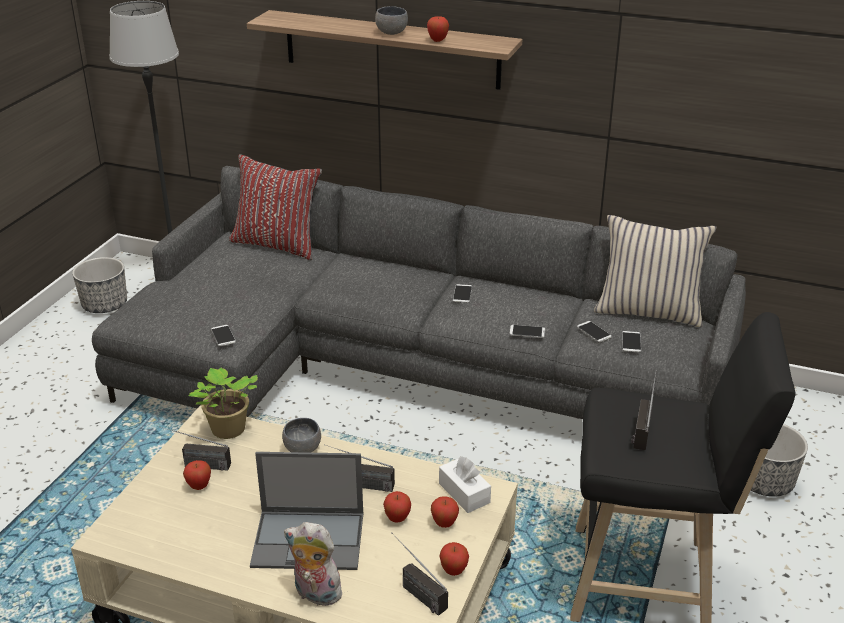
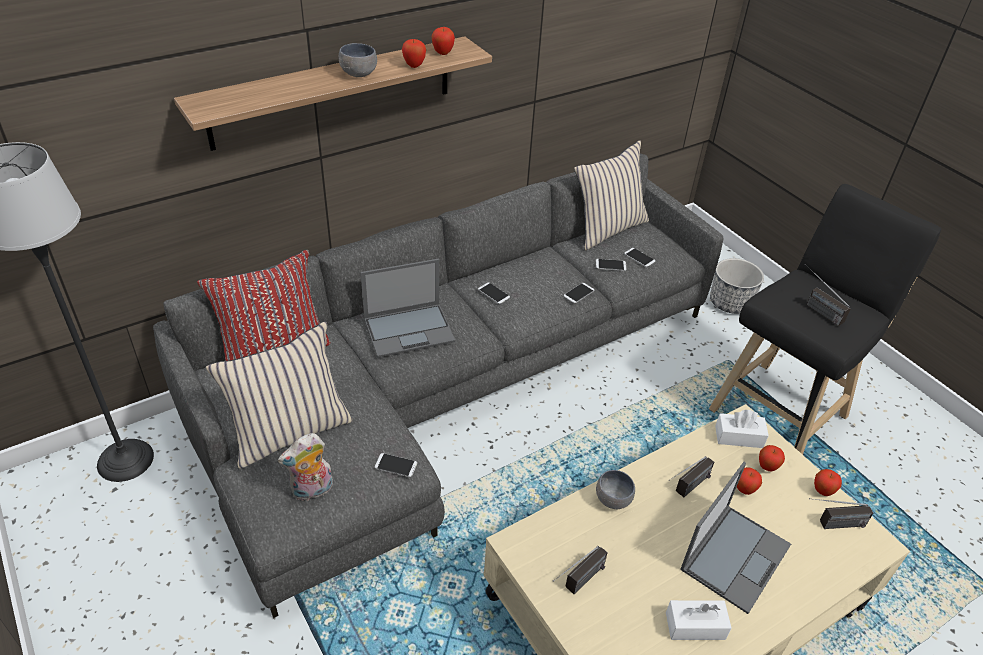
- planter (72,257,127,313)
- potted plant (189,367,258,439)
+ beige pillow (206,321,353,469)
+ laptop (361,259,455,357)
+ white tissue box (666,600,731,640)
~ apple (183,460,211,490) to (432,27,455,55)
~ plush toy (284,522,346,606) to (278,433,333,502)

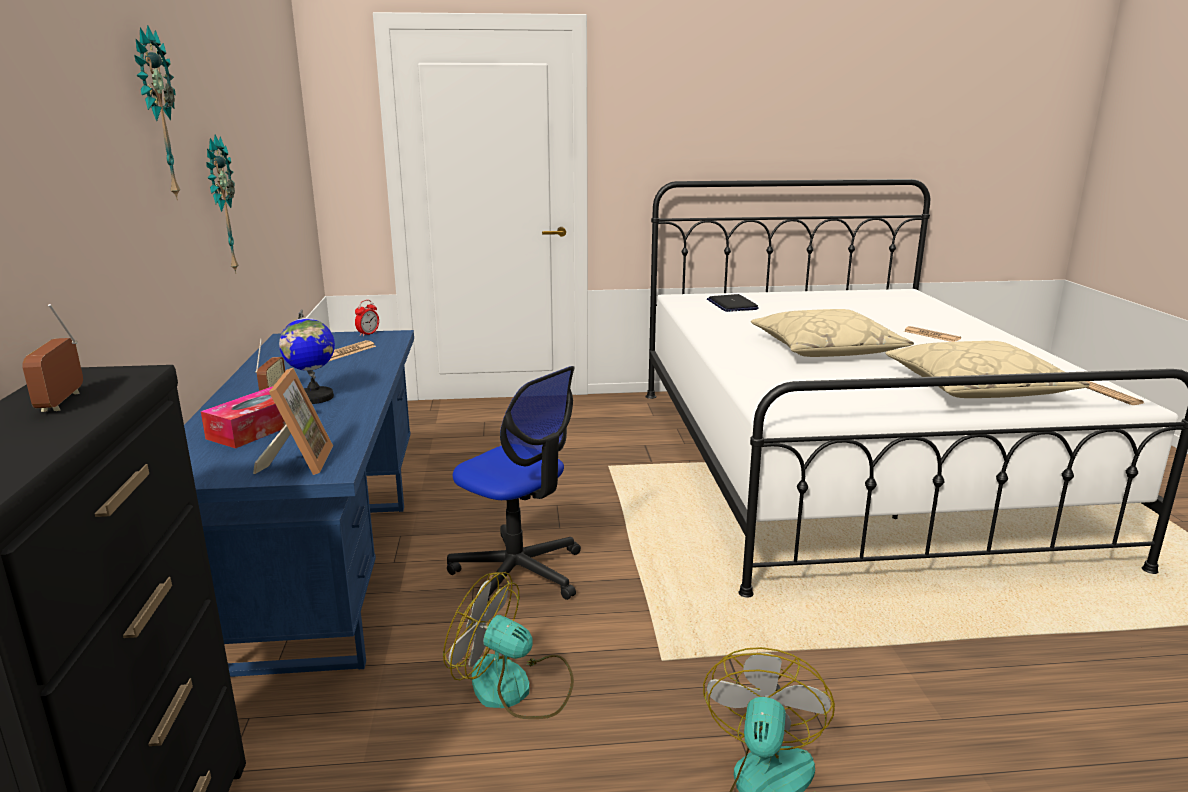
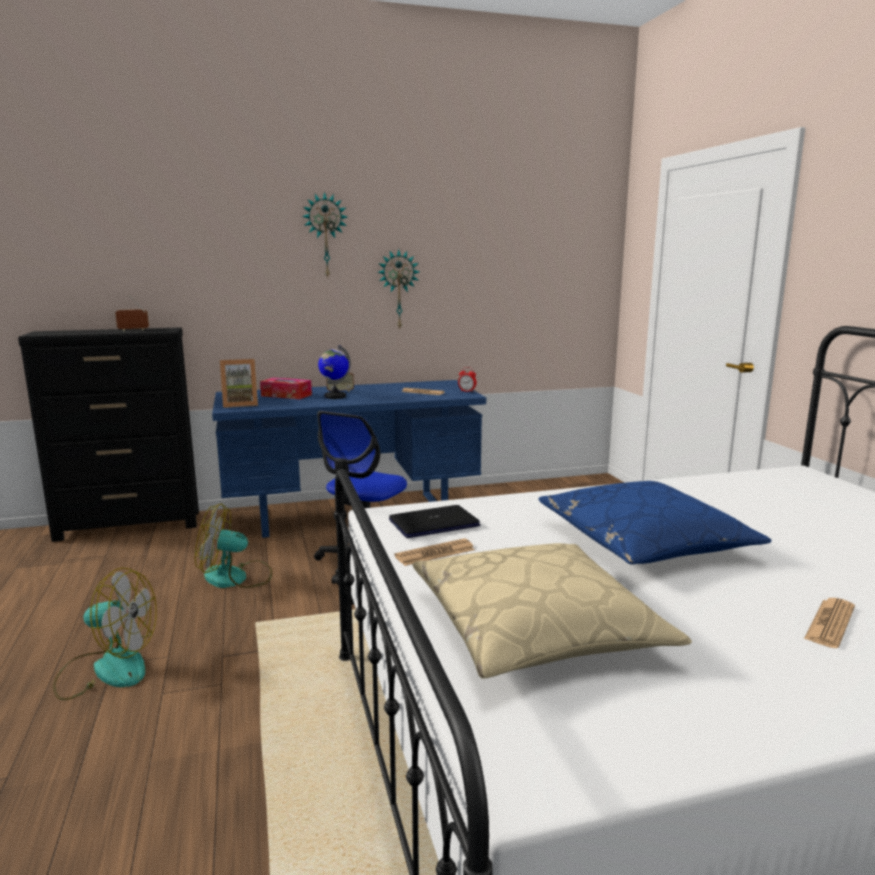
~ laptop (707,294,759,312) to (389,505,481,538)
~ newspaper (1085,381,1144,405) to (395,539,475,566)
~ beige pillow (751,309,914,357) to blue pillow (538,481,772,564)
~ fan (443,572,574,719) = (195,504,272,588) 105 degrees counterclockwise

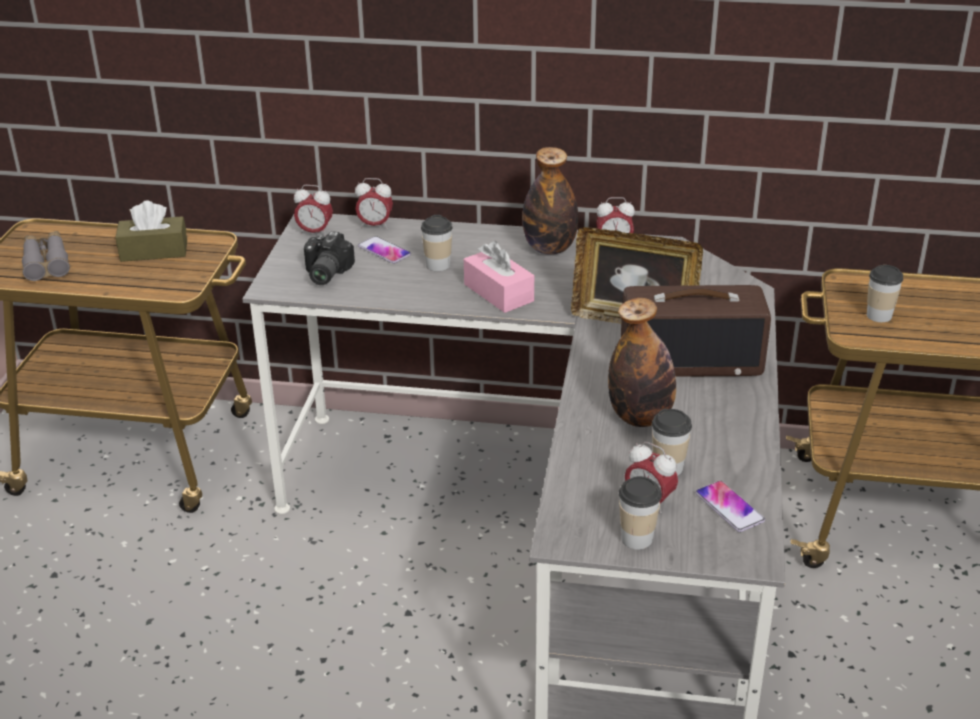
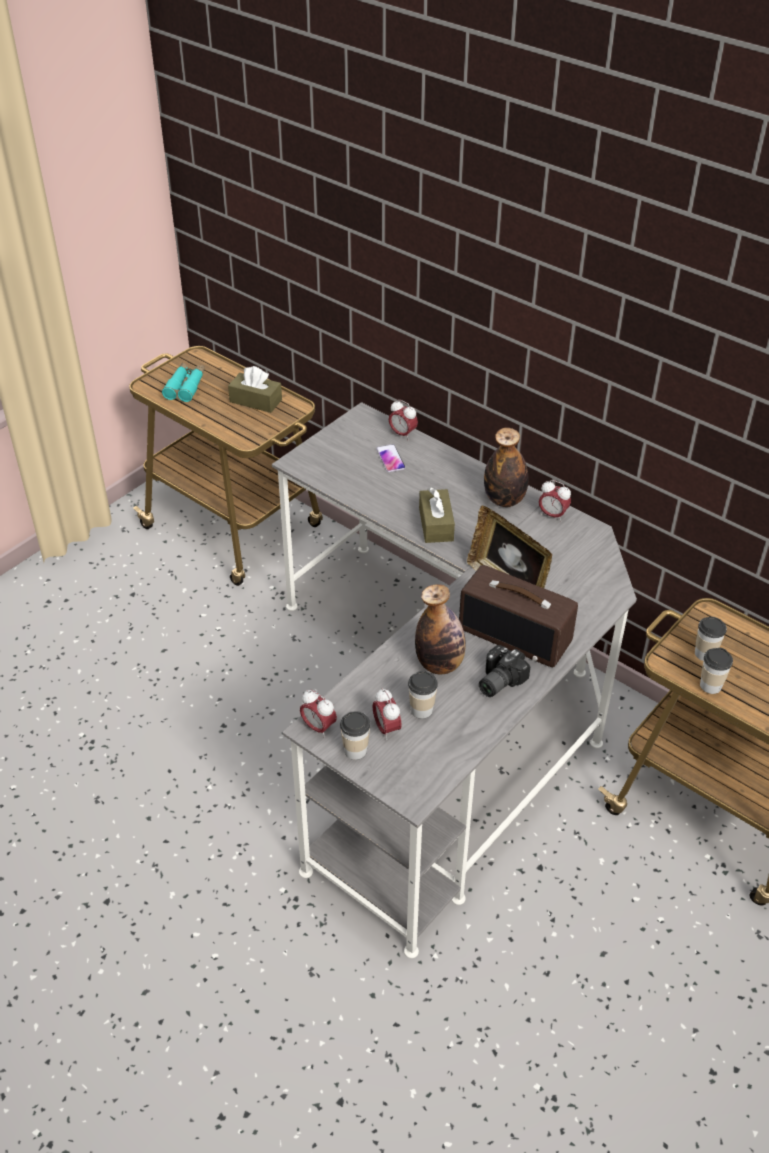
- phone (695,481,765,532)
~ alarm clock (294,185,333,235) to (300,690,337,738)
~ photo camera (304,231,355,285) to (479,645,530,697)
~ cup (421,215,452,271) to (700,648,733,694)
~ grey binoculars (22,231,70,281) to turquoise binoculars (162,363,205,402)
~ pink tissue box (464,241,534,313) to brown tissue box (419,487,455,543)

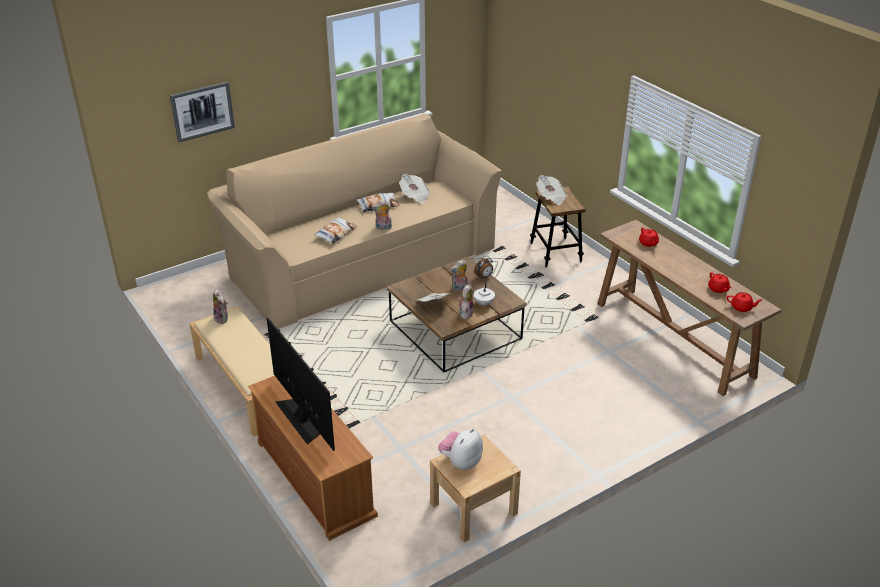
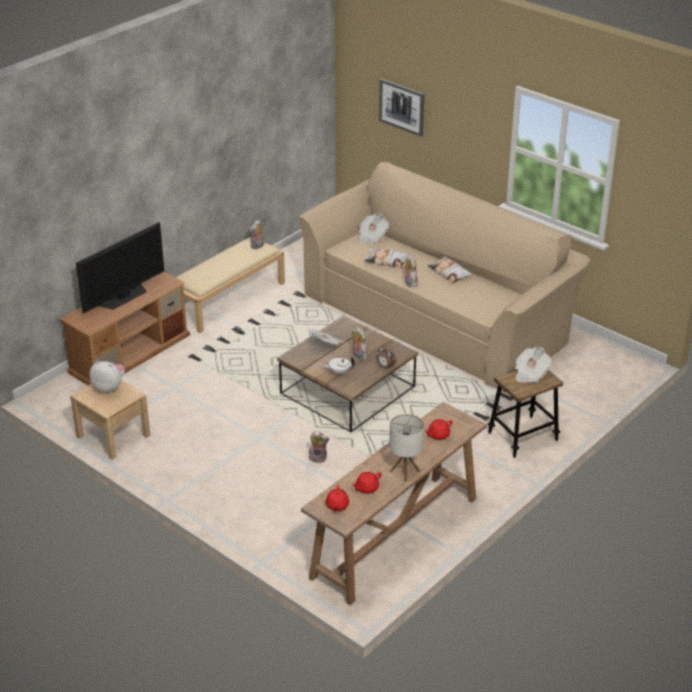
+ table lamp (389,414,424,482)
~ newspaper (399,174,431,203) to (359,214,389,243)
~ plush toy (458,284,474,319) to (309,431,330,463)

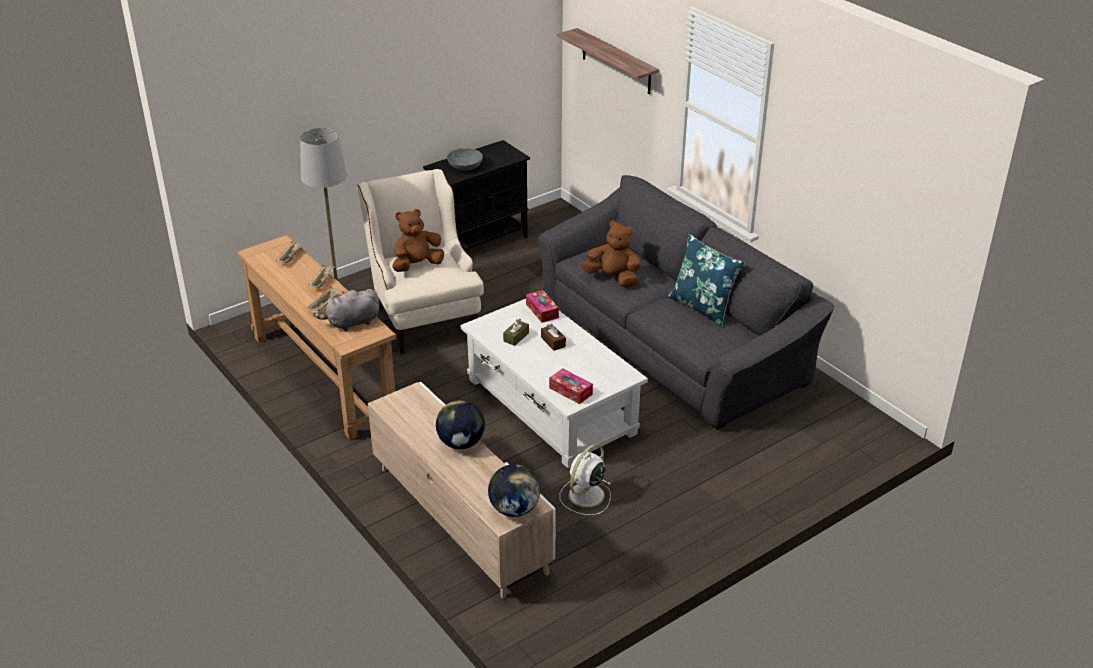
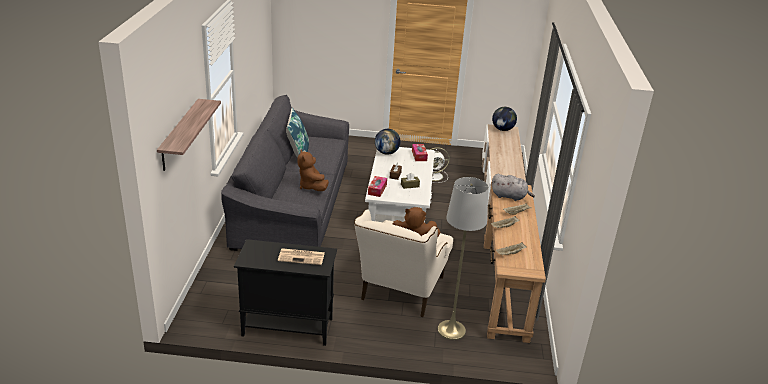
~ globe (436,400,485,449) to (375,129,401,155)
~ grey bowl (447,148,483,171) to newspaper (278,248,325,265)

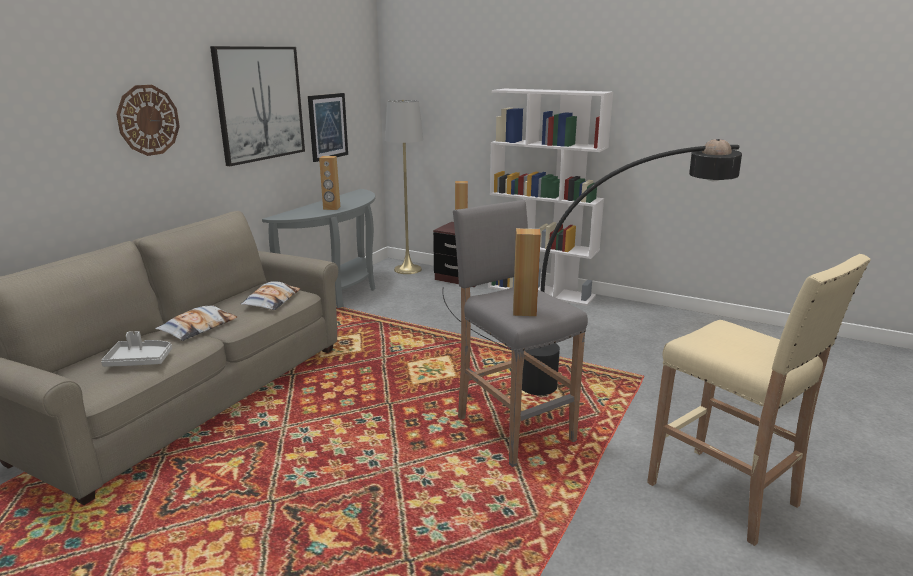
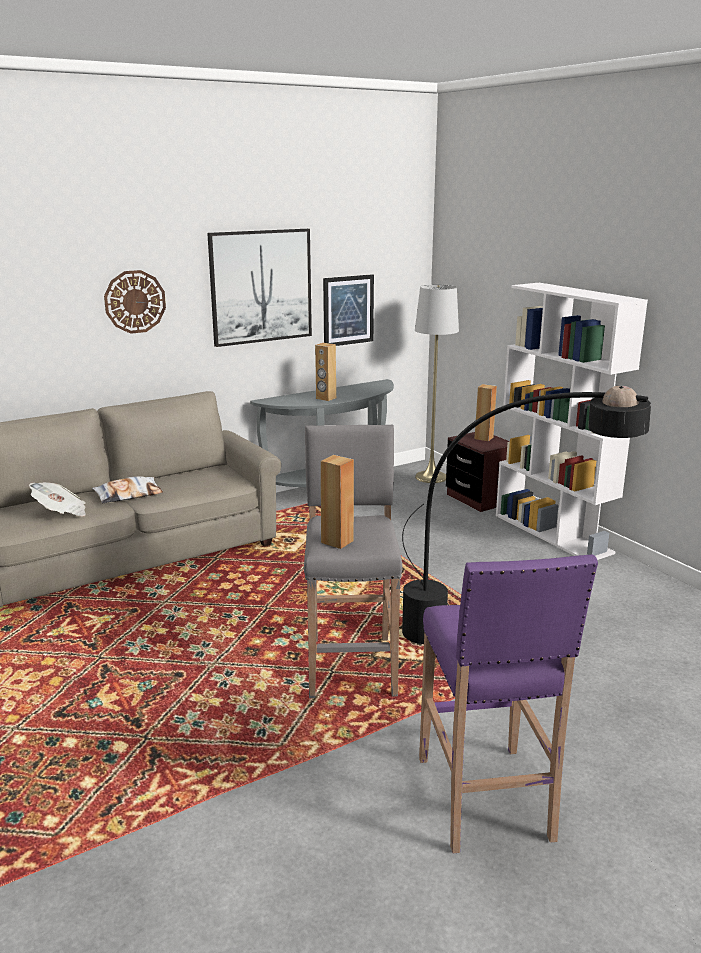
- pillow (241,281,301,310)
~ grey tray (101,331,172,367) to newspaper (29,482,86,516)
~ beige stool (647,254,871,546) to purple stool (419,554,598,853)

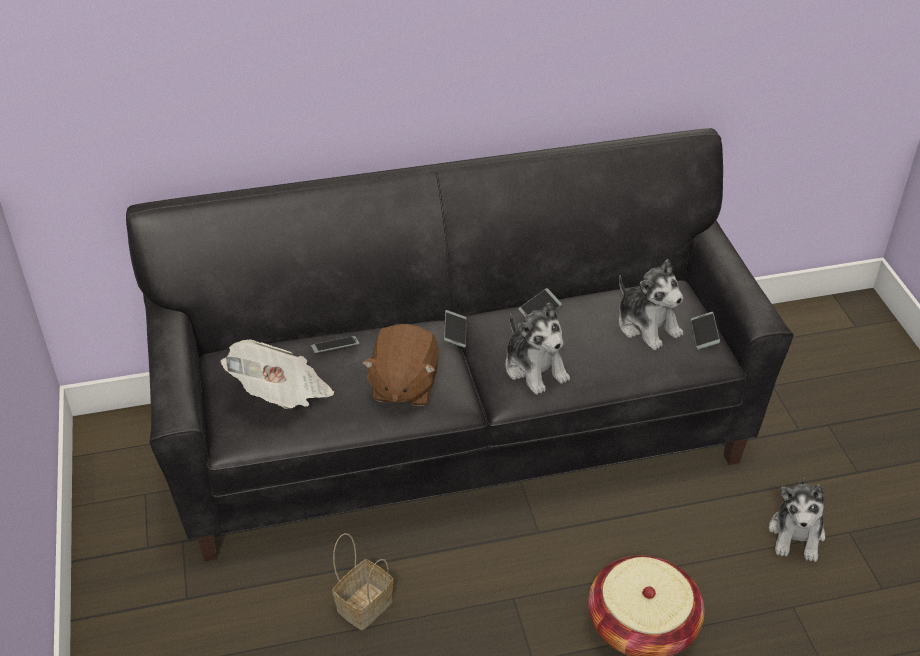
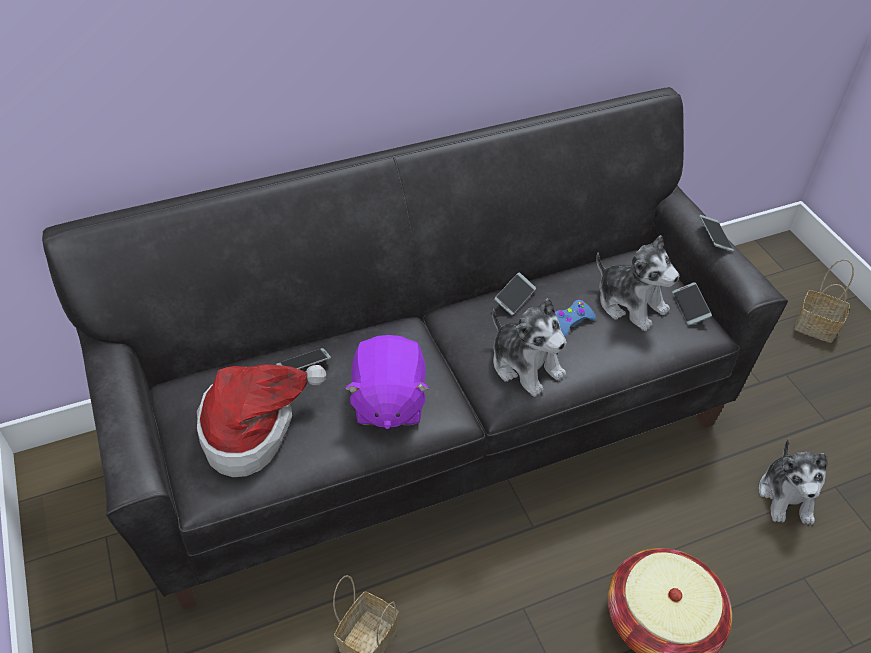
+ blue game controller (555,300,596,337)
+ basket (795,259,854,343)
~ phone (444,310,466,348) to (699,215,734,252)
~ newspaper (220,339,334,409) to hat (197,365,326,477)
~ brown plush toy (362,324,439,406) to purple plush toy (345,335,430,430)

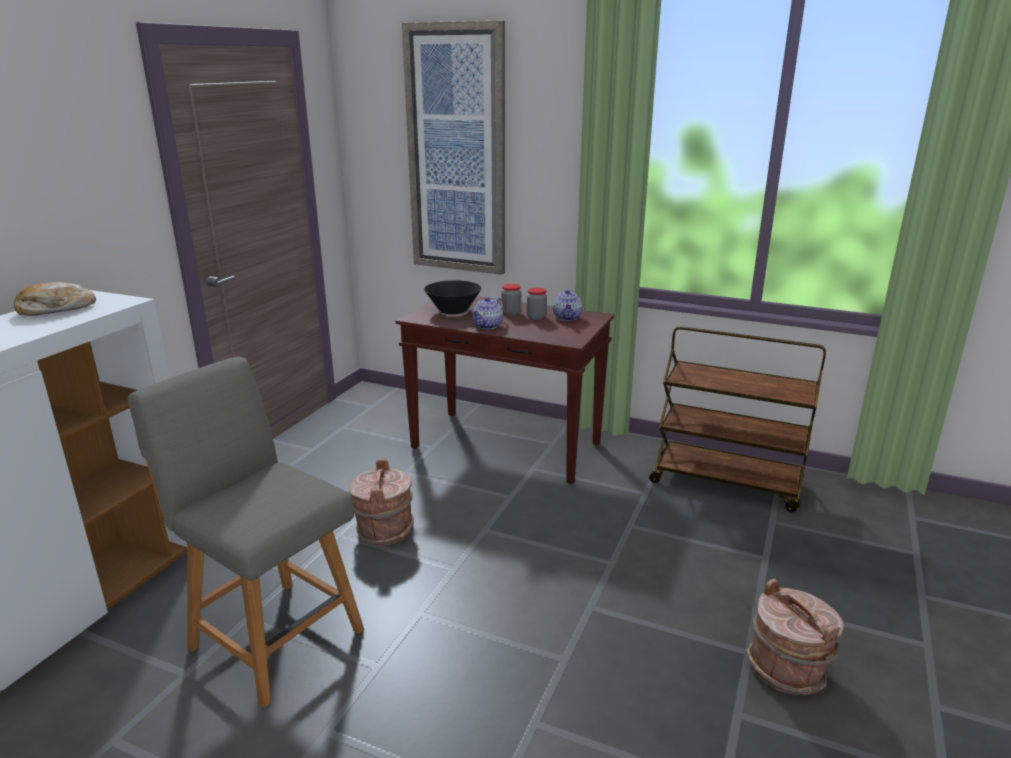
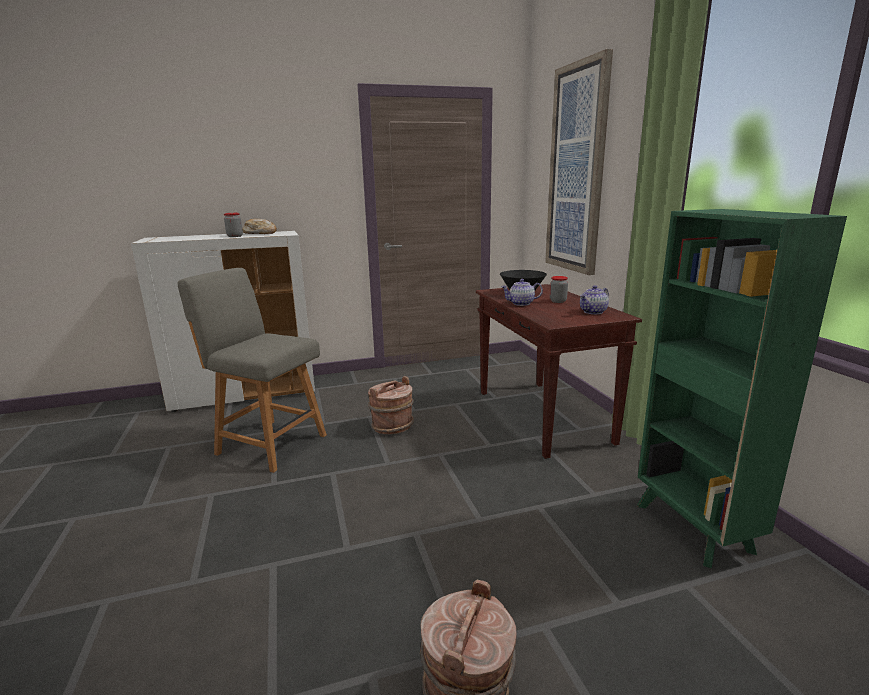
~ jar (527,288,547,320) to (224,213,243,237)
~ brown cart (649,326,826,512) to green bookcase (637,209,847,568)
~ grey chair (128,356,364,708) = (177,268,327,473) 60 degrees counterclockwise

